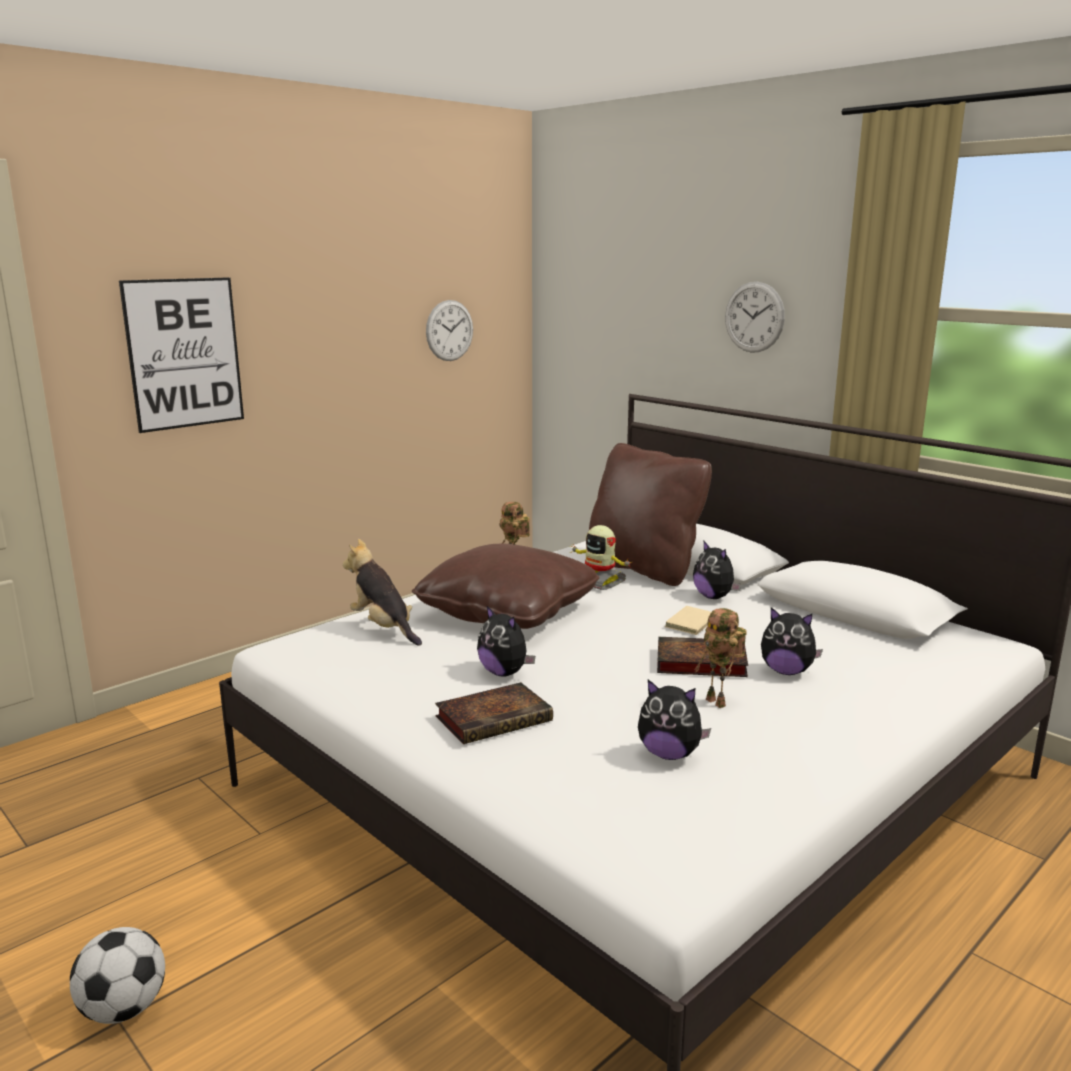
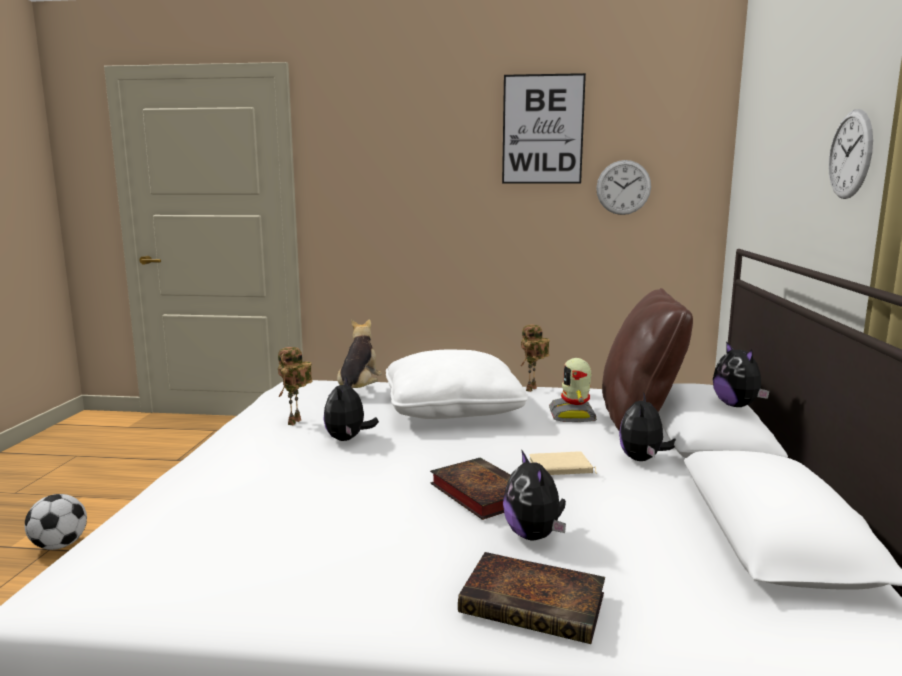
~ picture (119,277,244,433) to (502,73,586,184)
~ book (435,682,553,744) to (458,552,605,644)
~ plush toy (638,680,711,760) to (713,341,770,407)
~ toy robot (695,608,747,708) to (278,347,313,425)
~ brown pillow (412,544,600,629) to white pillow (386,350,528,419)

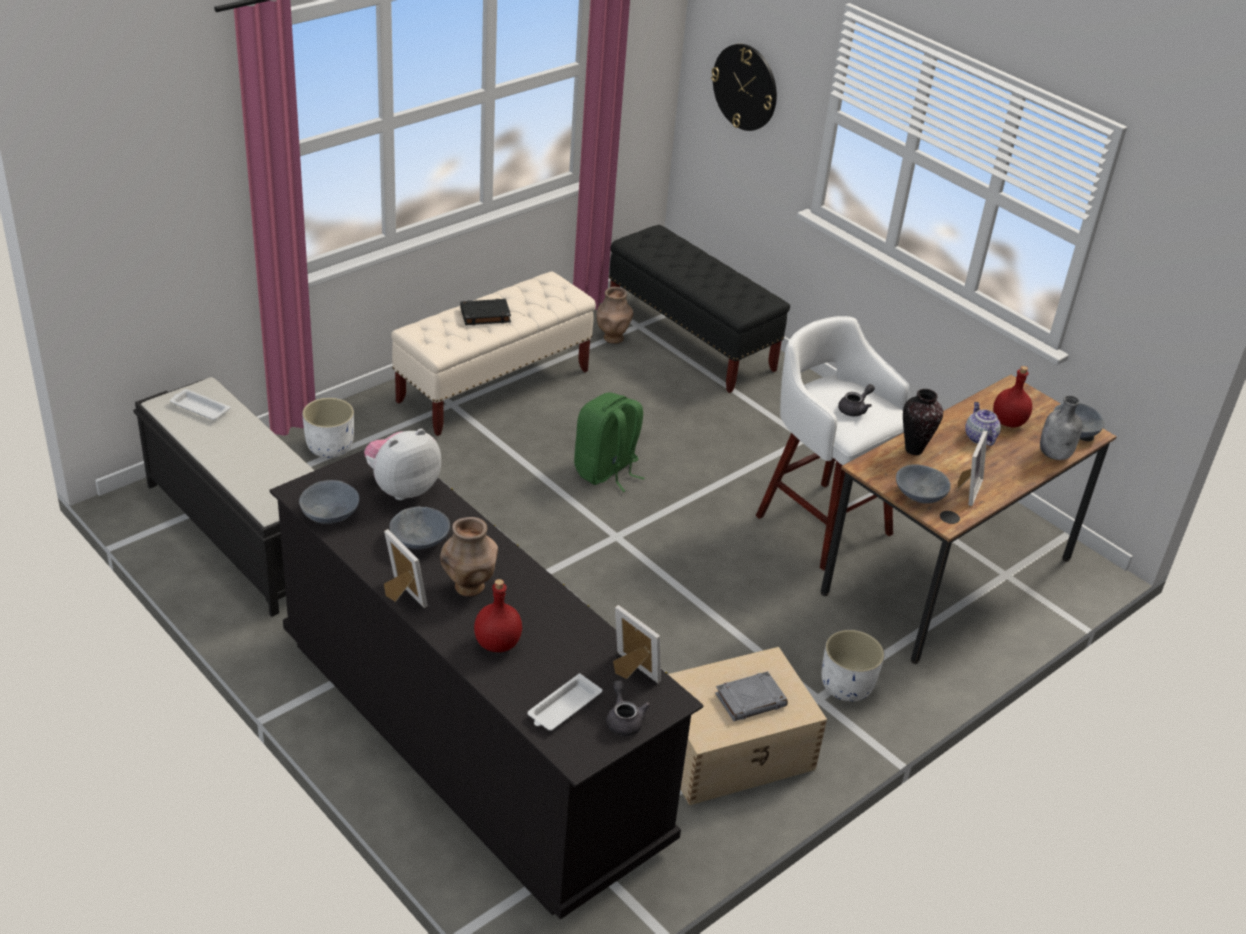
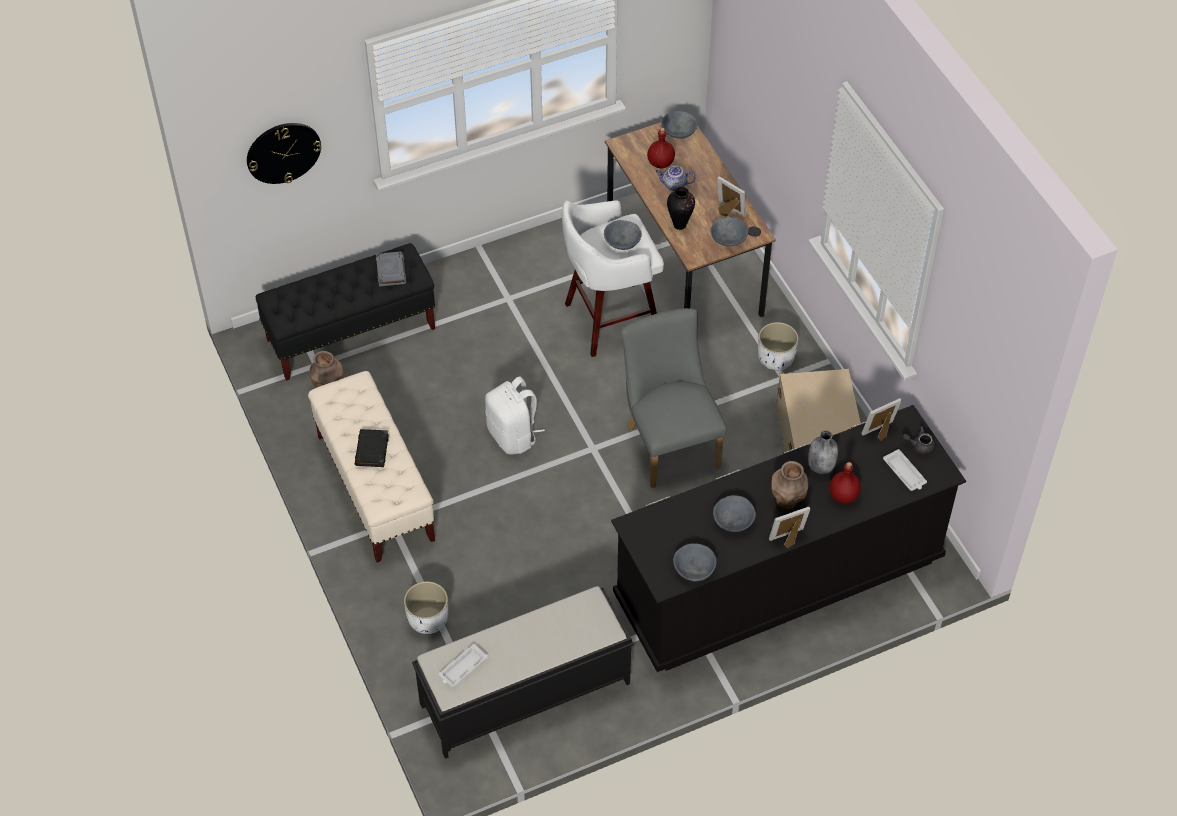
- plush toy (364,429,441,500)
+ grey chair (621,308,727,488)
~ grey book (715,671,788,721) to (376,251,406,287)
~ grey bottle (1040,395,1083,460) to (808,430,838,474)
~ grey teapot (838,384,875,417) to grey bowl (604,220,641,250)
~ green backpack (574,392,645,492) to white backpack (485,376,545,454)

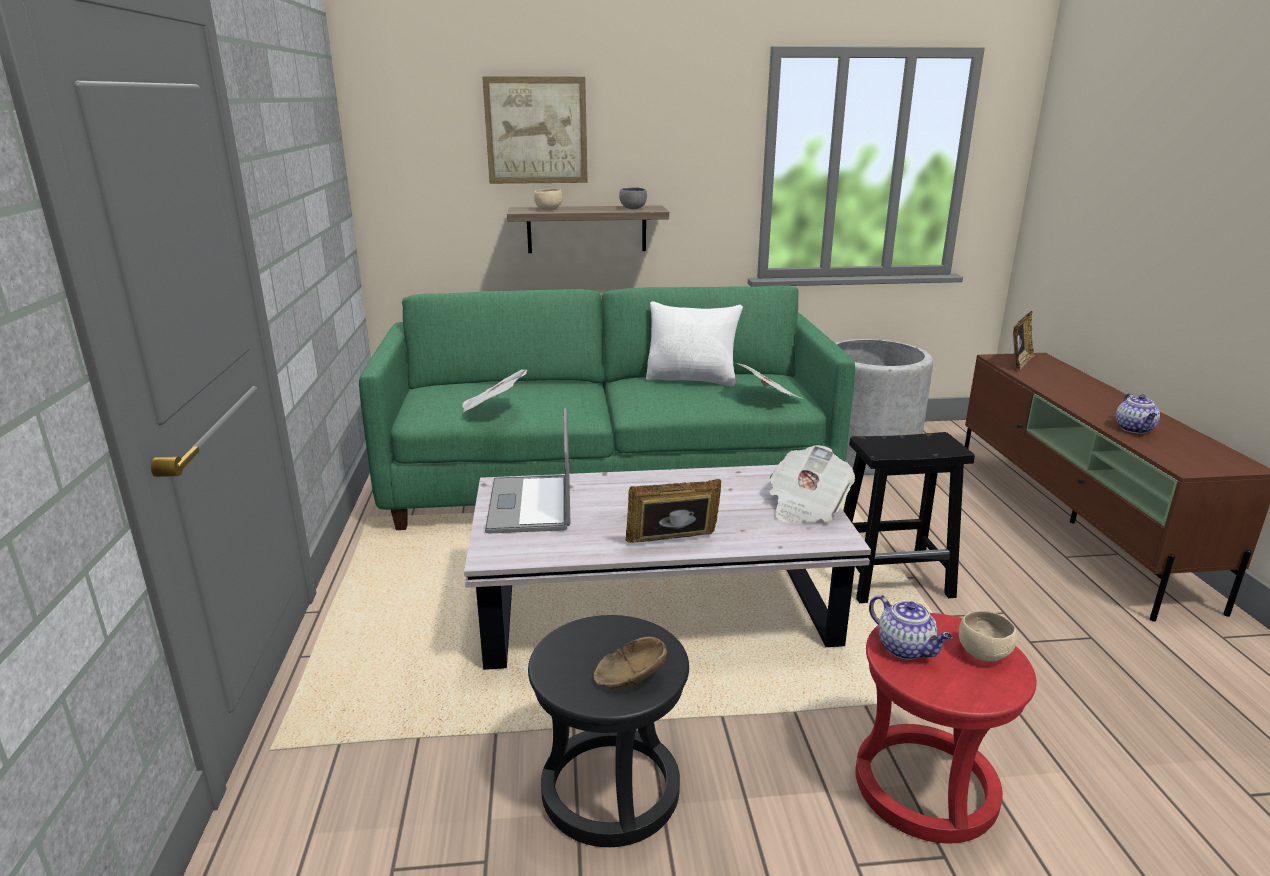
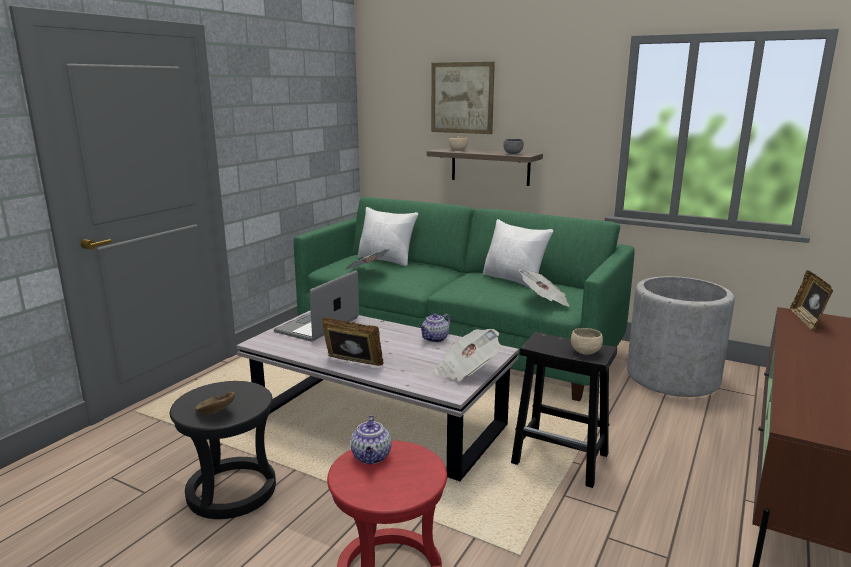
+ white pillow (357,207,418,266)
~ beige bowl (959,611,1017,662) to (571,328,603,354)
~ teapot (1116,393,1160,434) to (419,313,451,342)
~ picture frame (1013,311,1035,370) = (790,270,833,330) 120 degrees clockwise

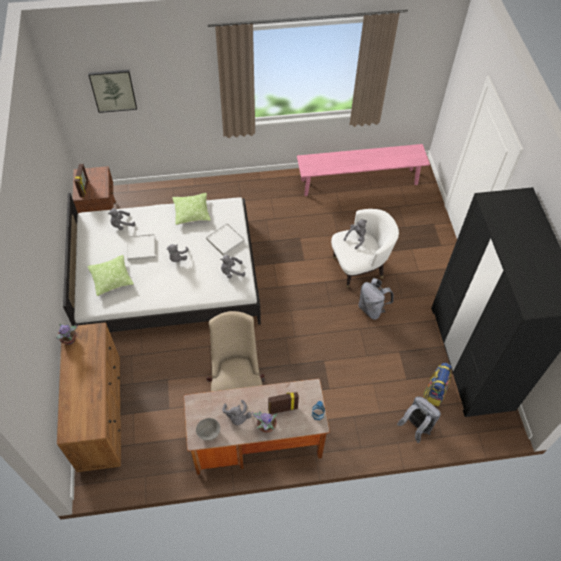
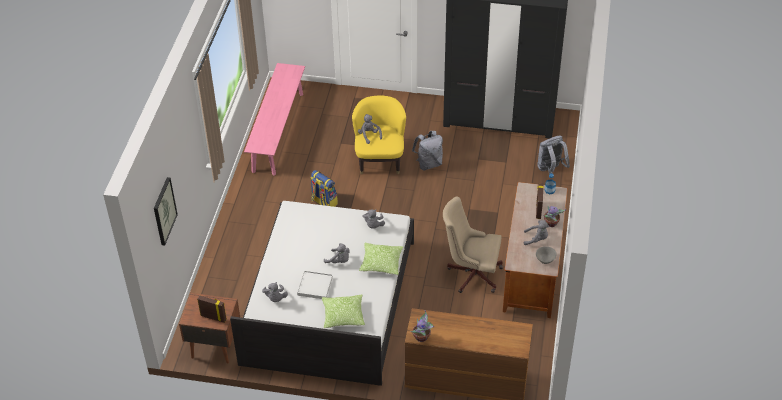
- white tray (206,223,245,256)
~ pillow (172,193,211,225) to (359,243,404,275)
~ backpack (423,363,452,407) to (310,170,338,207)
~ white armchair (331,209,399,288) to yellow armchair (352,96,406,175)

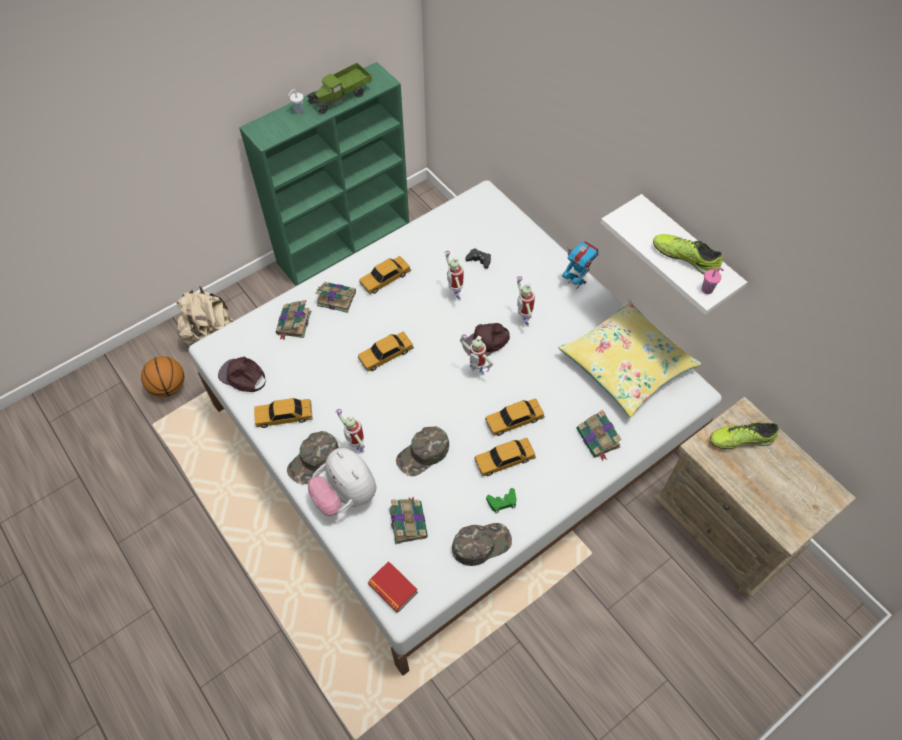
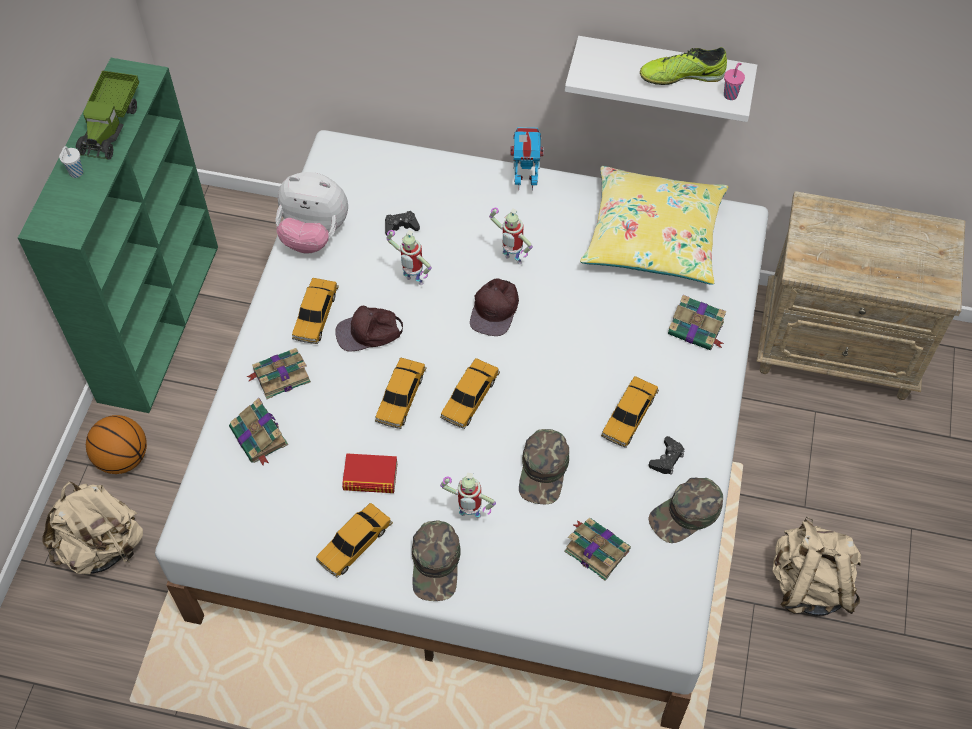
- toy robot (460,334,493,375)
- shoe (710,422,779,449)
+ beige backpack (772,517,861,616)
~ basketball (141,356,184,397) to (86,415,147,474)
~ brown cap (218,357,265,392) to (335,306,403,352)
~ plush toy (308,448,377,516) to (275,172,348,254)
~ book (368,561,418,613) to (342,453,398,493)
~ toy car (485,398,545,436) to (440,358,500,429)
~ green game controller (486,488,517,513) to black game controller (649,436,685,475)
~ green cap (452,523,512,566) = (648,477,723,543) 150 degrees counterclockwise

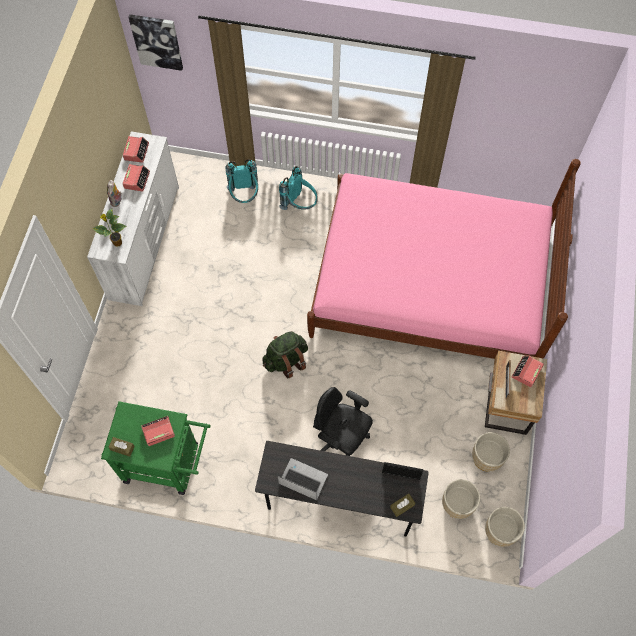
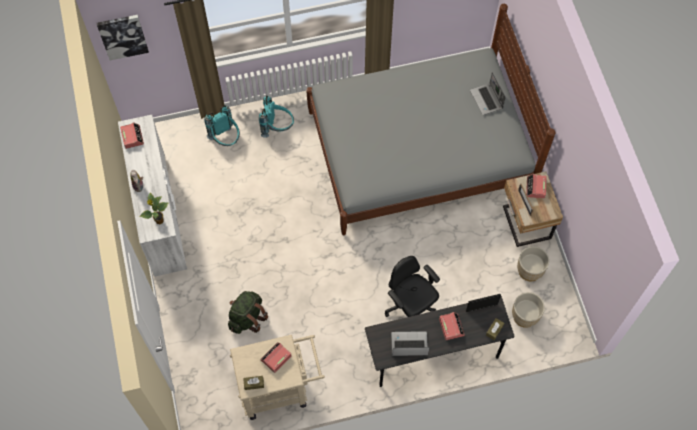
- beige planter (485,507,525,547)
+ laptop (470,72,506,115)
~ alarm clock (122,164,150,192) to (439,312,465,340)
~ green backpack (263,331,308,378) to (228,291,268,334)
~ green cart (101,401,211,495) to beige cart (230,335,325,420)
~ pink bed (307,159,581,359) to grey bed (306,4,556,235)
~ black office chair (313,387,373,456) = (385,256,440,317) 45 degrees clockwise

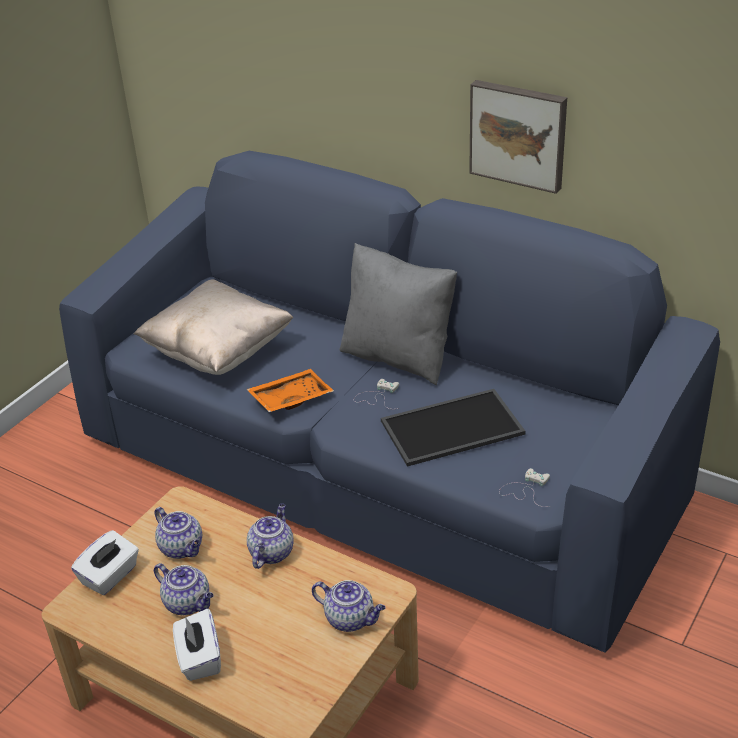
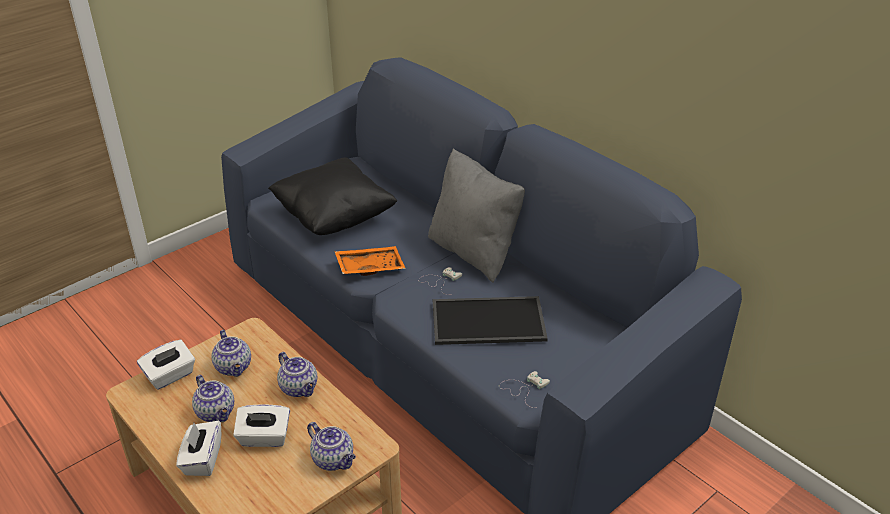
- picture (469,80,567,194)
+ white tissue box (233,404,290,447)
~ beige pillow (134,279,293,375) to black pillow (268,158,397,235)
~ teapot (247,503,294,569) = (277,352,317,397) 105 degrees clockwise

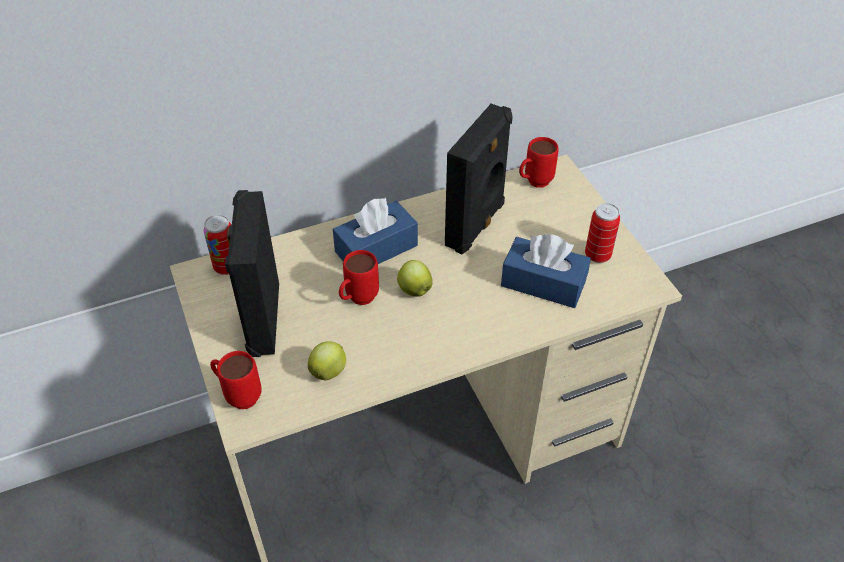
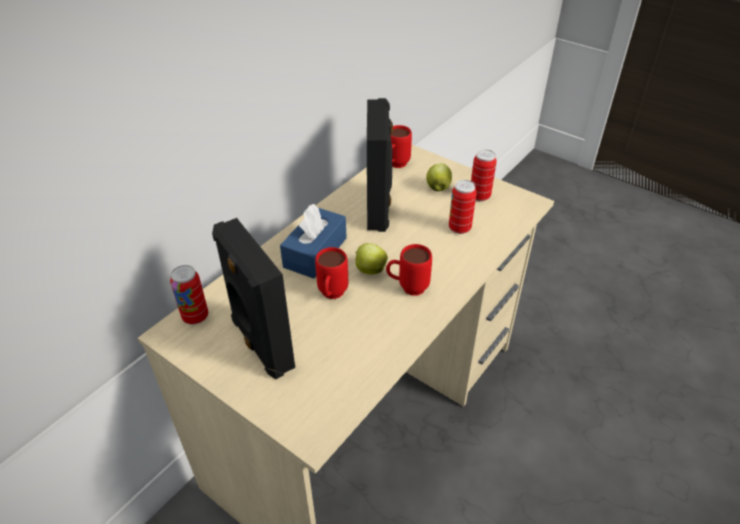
~ red mug (210,351,262,409) to (386,244,432,296)
~ apple (308,341,346,380) to (426,164,452,191)
~ blue tissue box (501,234,591,308) to can (449,180,477,234)

